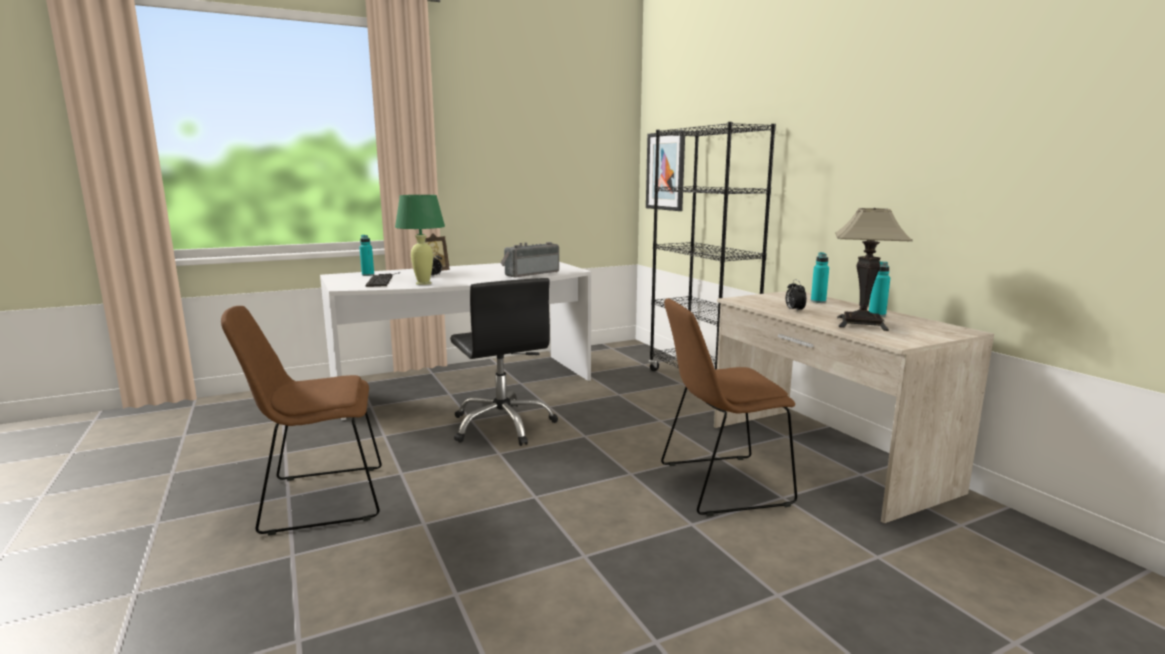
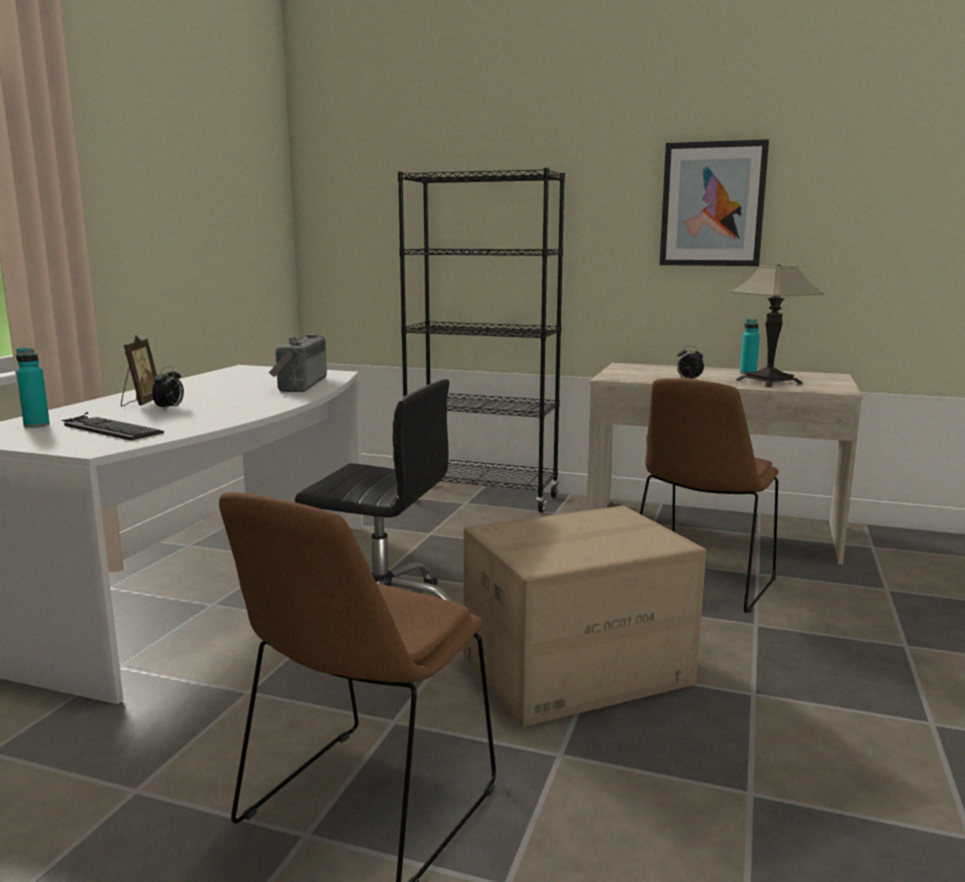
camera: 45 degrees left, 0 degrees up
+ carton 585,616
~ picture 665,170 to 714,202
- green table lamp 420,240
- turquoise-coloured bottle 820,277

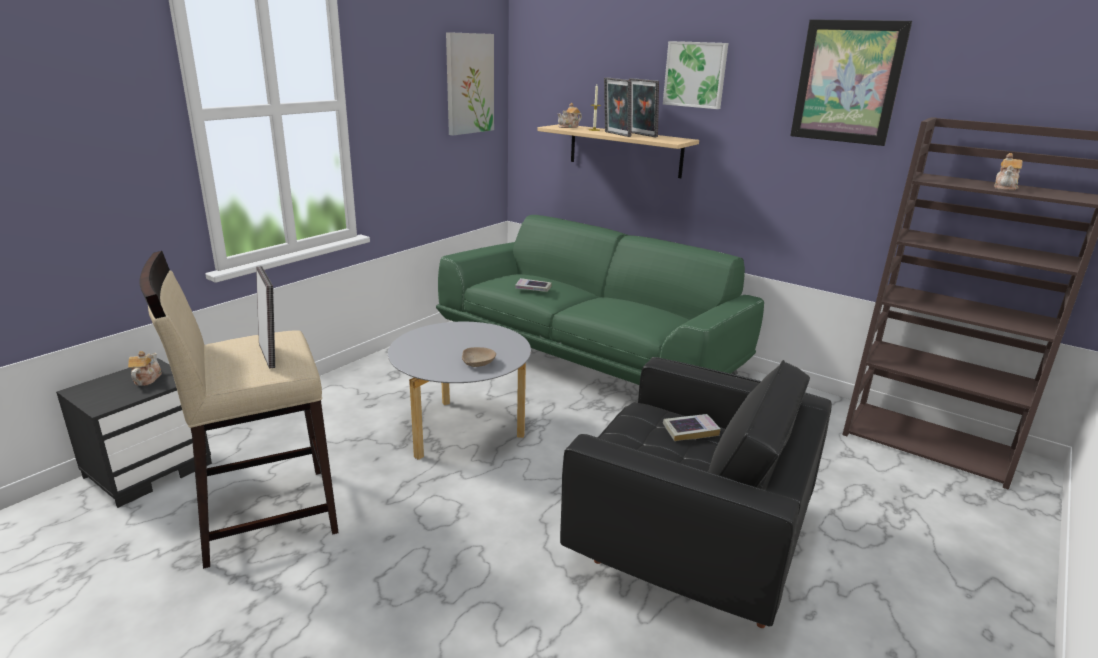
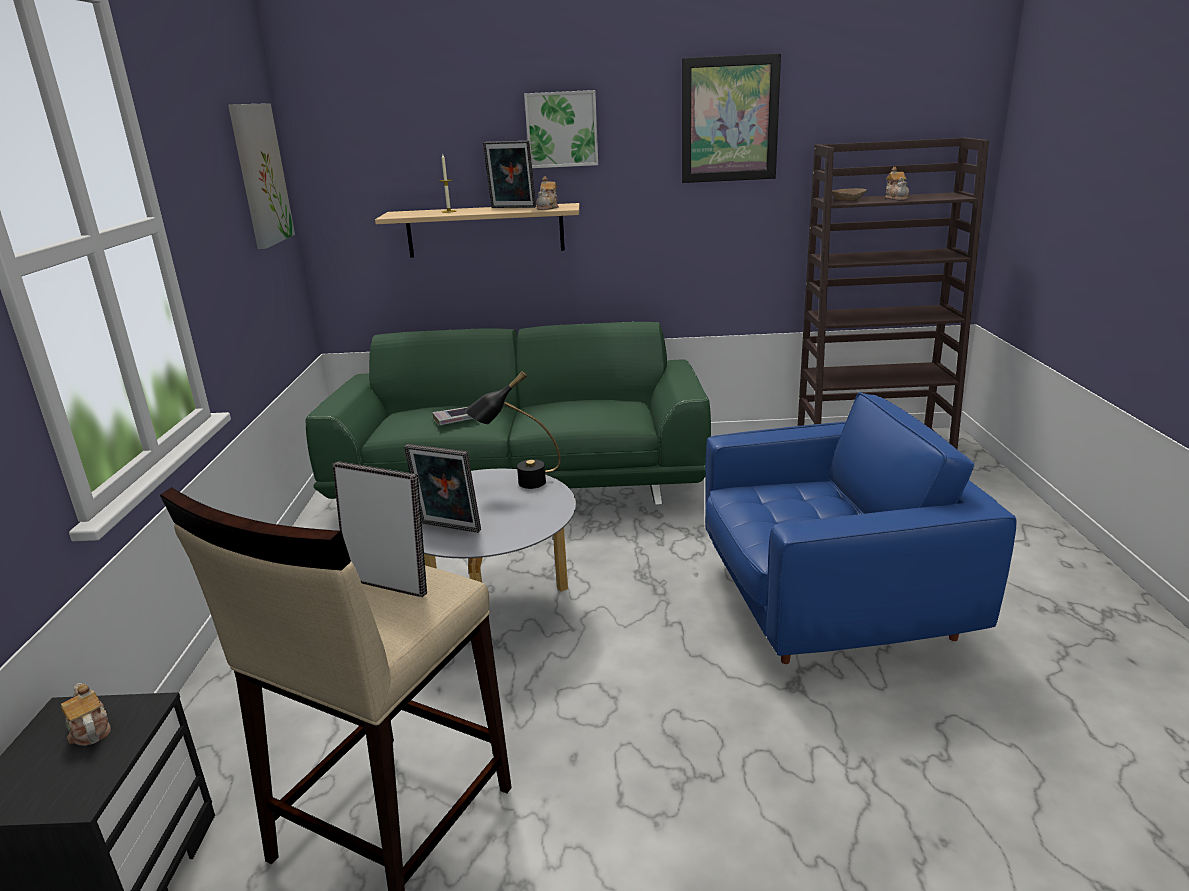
camera: 35 degrees left, 0 degrees up
~ photo frame 617,107 to 442,488
+ black-coloured table lamp 513,430
~ pot for tea 569,115 to 547,193
~ black-coloured easy chair 696,492 to blue easy chair 861,528
~ sand-coloured deep dish 479,357 to 849,194
- book 692,427

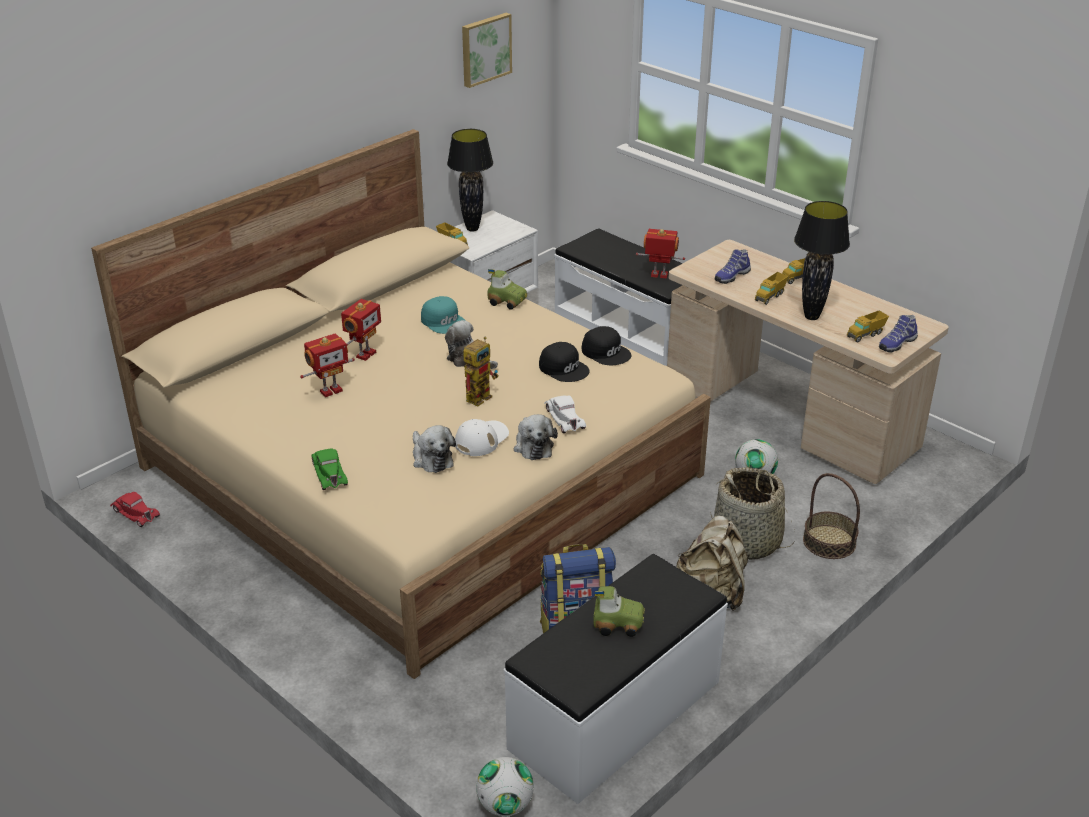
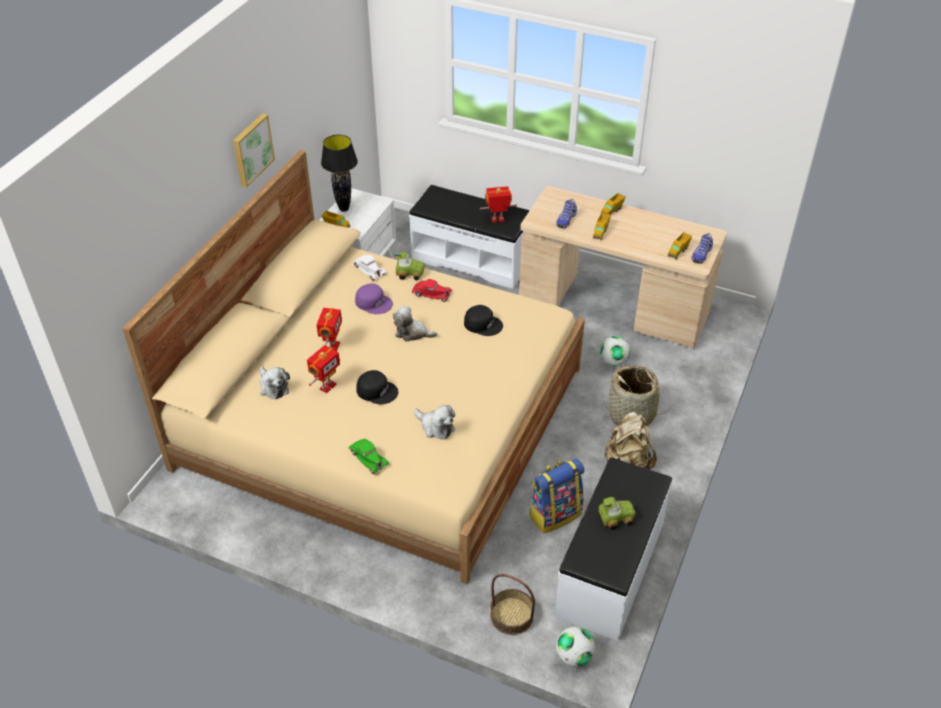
camera: 20 degrees left, 10 degrees up
~ picture 487,50 to 254,150
~ soft toy 536,437 to 275,382
~ white-coloured toy car 565,414 to 369,268
~ turquoise-coloured cap 443,315 to purple-coloured cap 374,298
~ black-coloured cap 606,345 to 377,387
~ red-coloured toy car 135,509 to 432,290
~ basket 831,516 to 512,604
- white-coloured cap 482,437
- toy robot 481,371
- black-coloured table lamp 822,260

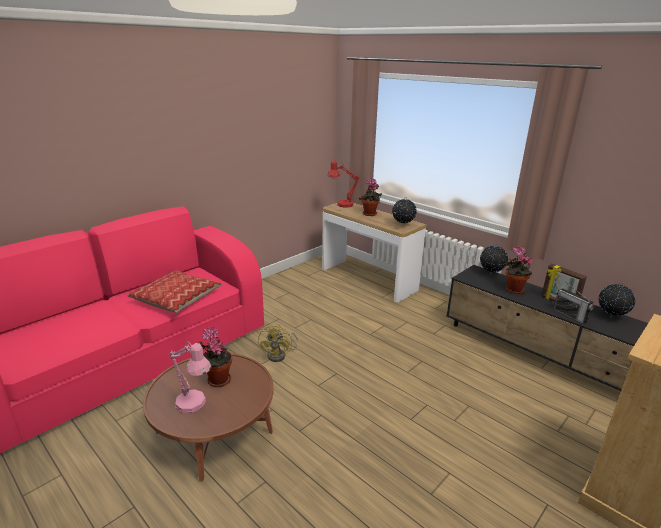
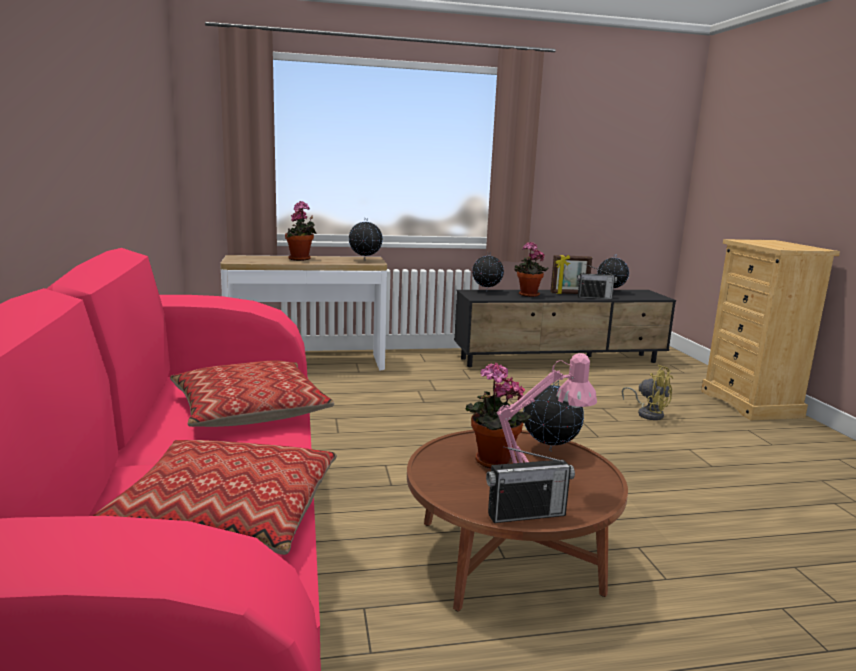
camera: 55 degrees left, 10 degrees down
+ cushion 215,497
+ radio 530,484
+ world globe 553,415
~ yellowish electric fan 278,343 to 647,392
- red-coloured table lamp 343,184

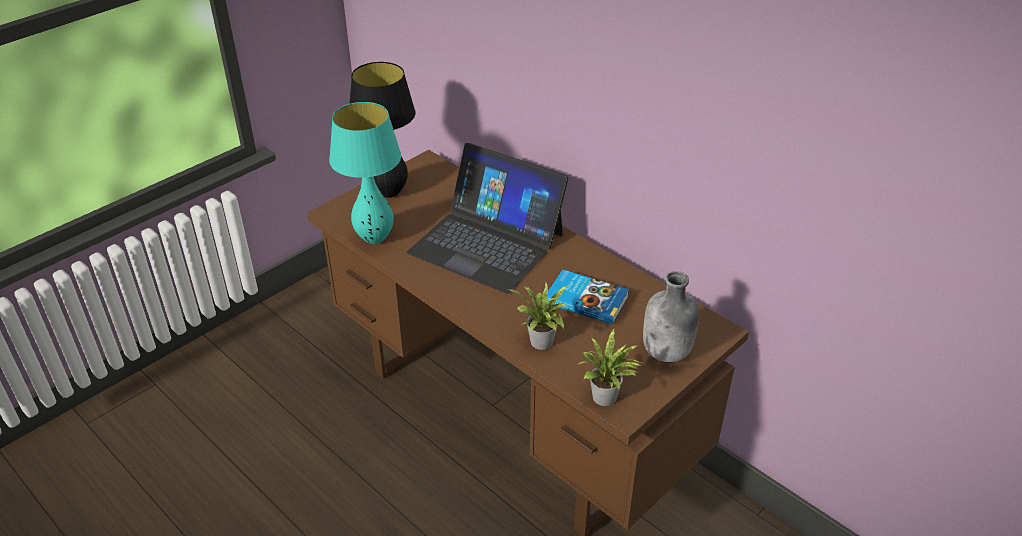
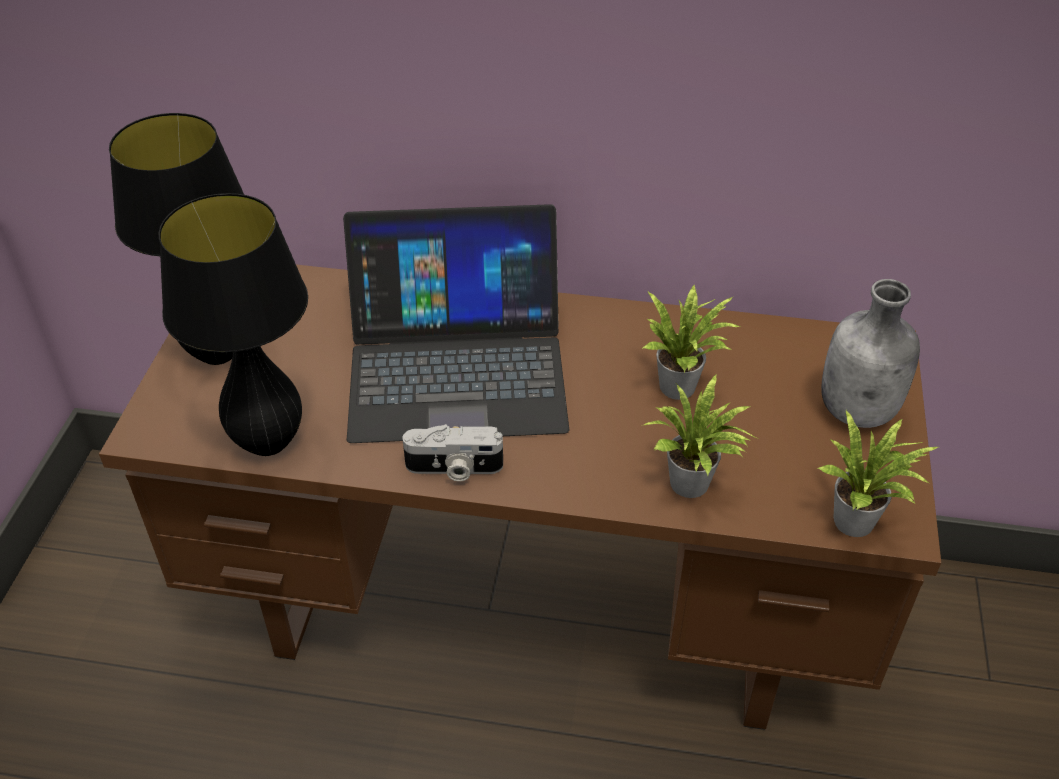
camera: 35 degrees left, 5 degrees up
~ turquoise-coloured table lamp 365,173 to black-coloured table lamp 233,324
+ still camera 452,453
~ book 588,297 to houseplant 691,342

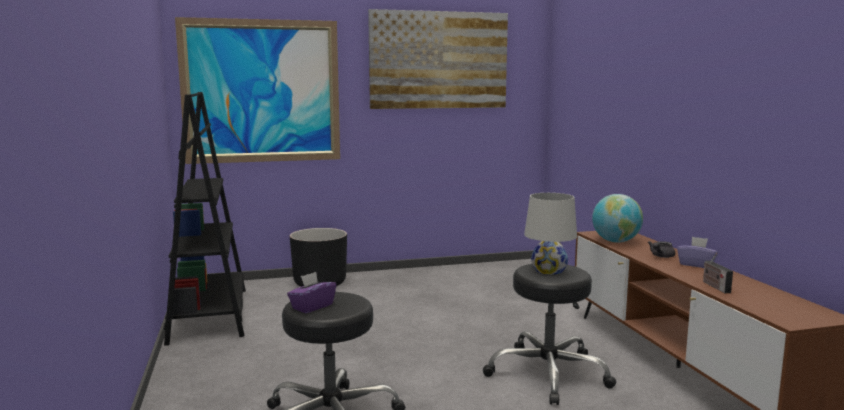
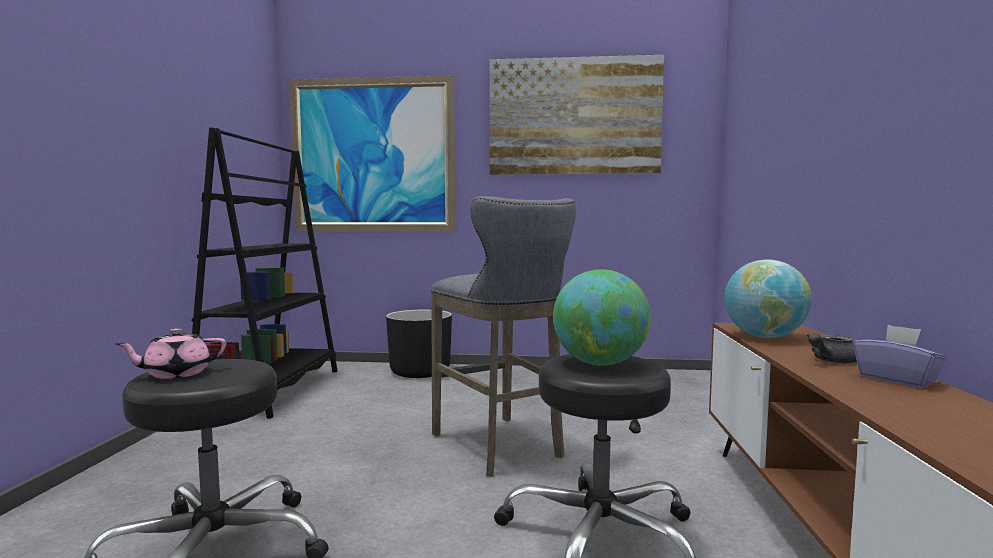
camera: 20 degrees right, 5 degrees down
~ purple-coloured box of tissues 311,292 to pinkish pot for tea 171,353
+ grey stool seat 503,336
~ white-coloured table lamp 550,234 to world globe 602,317
- radio 718,273

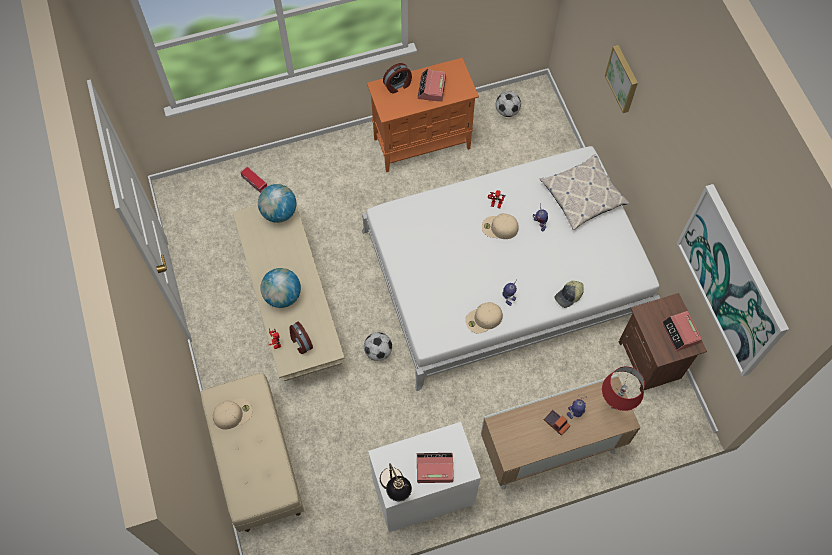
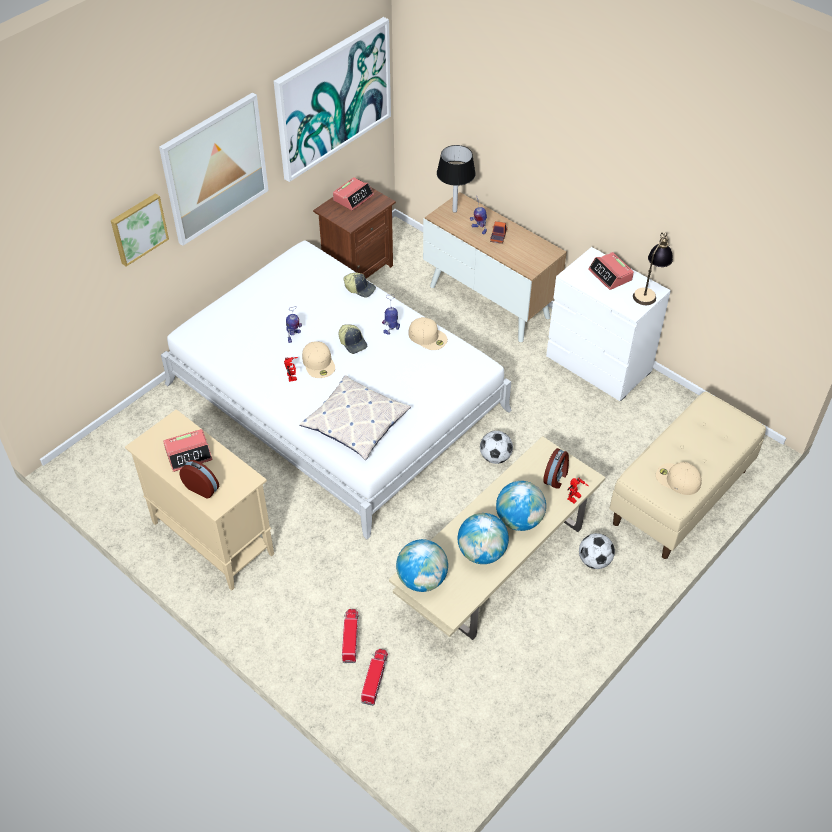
camera: 120 degrees left, 15 degrees down
~ orangey cupboard 423,115 to sand-coloured cupboard 199,500
+ picture 214,169
~ cushion 584,192 to 355,417
+ cap 352,339
+ toy truck 350,636
~ red-coloured table lamp 623,388 to black-coloured table lamp 456,179
+ world globe 483,538
~ football ball 508,104 to 597,551

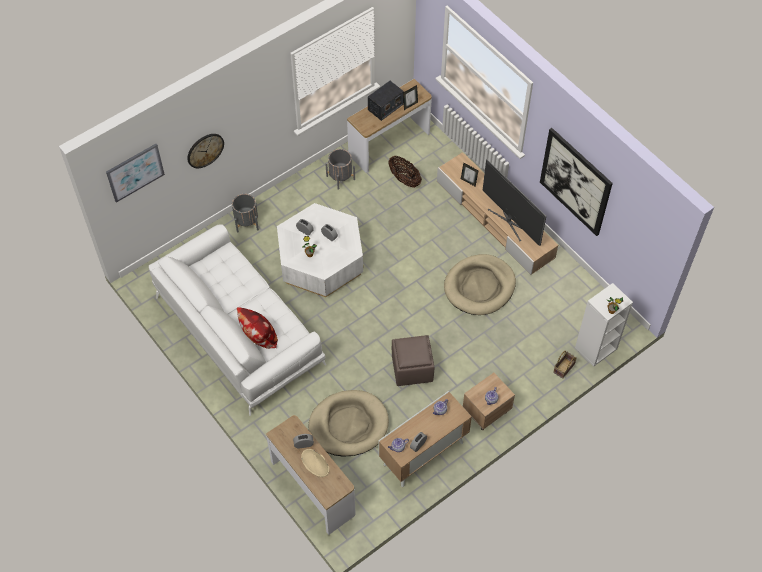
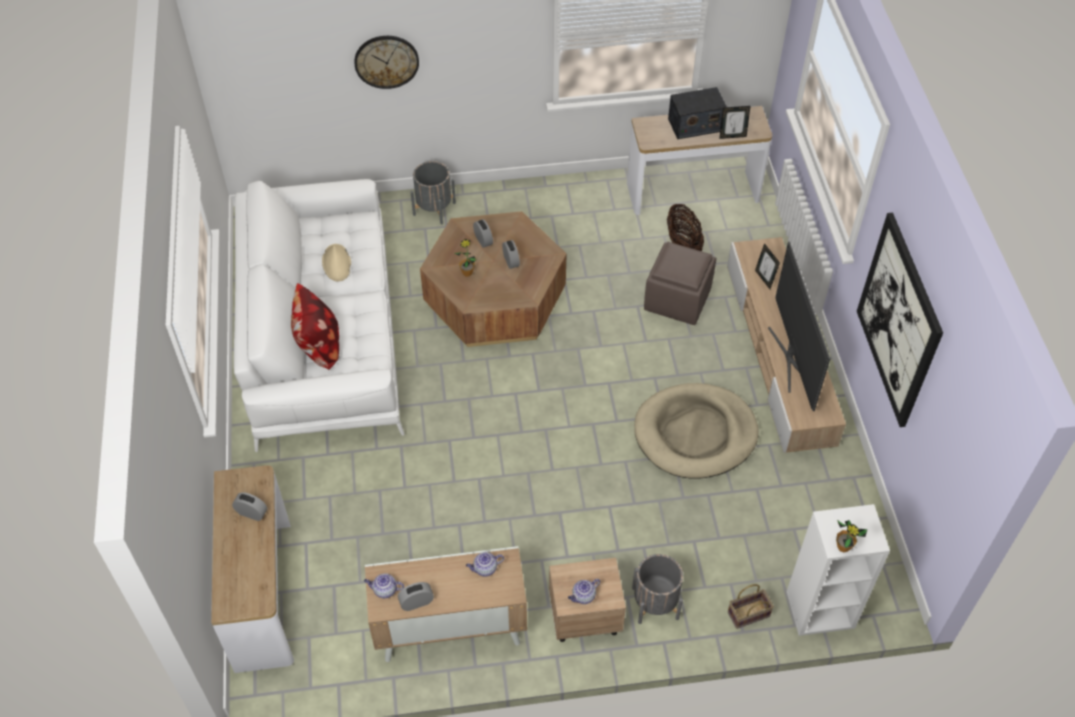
camera: 30 degrees right, 5 degrees down
~ sand-coloured wearable hat 315,463 to 336,262
~ white-coloured coffee table 320,250 to brownish coffee table 493,279
~ grey planter 340,169 to 657,589
~ brownish footrest 413,360 to 680,283
- picture 135,173
- sand-coloured pet bed 348,423

